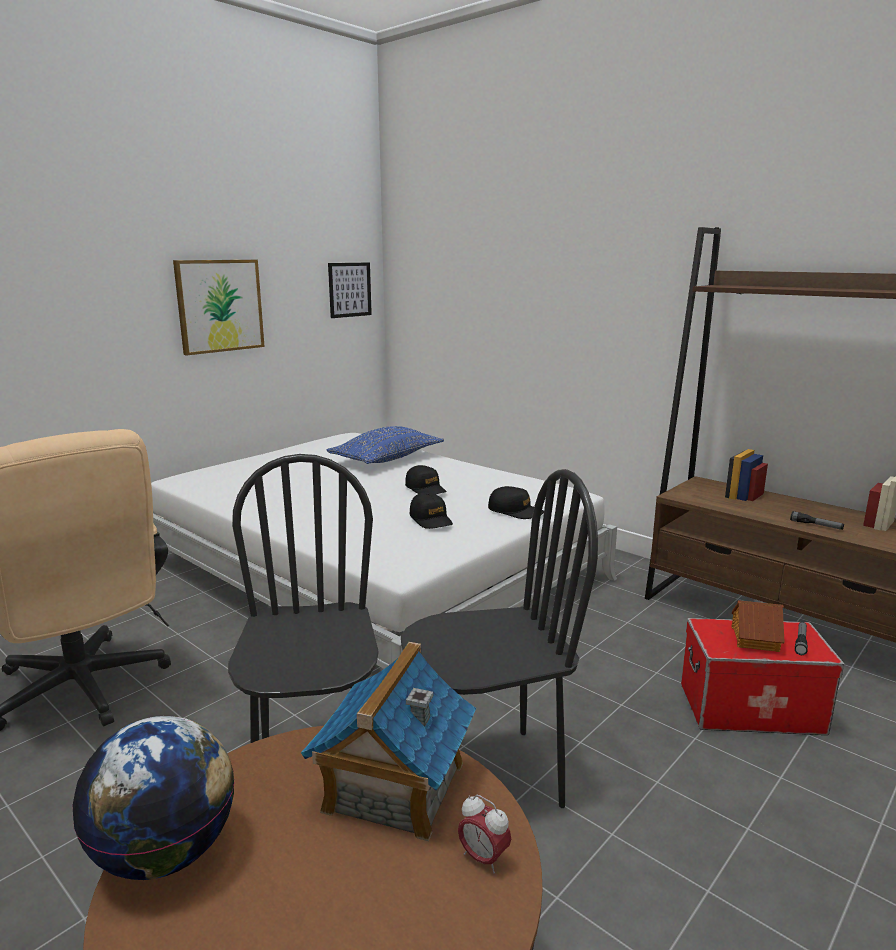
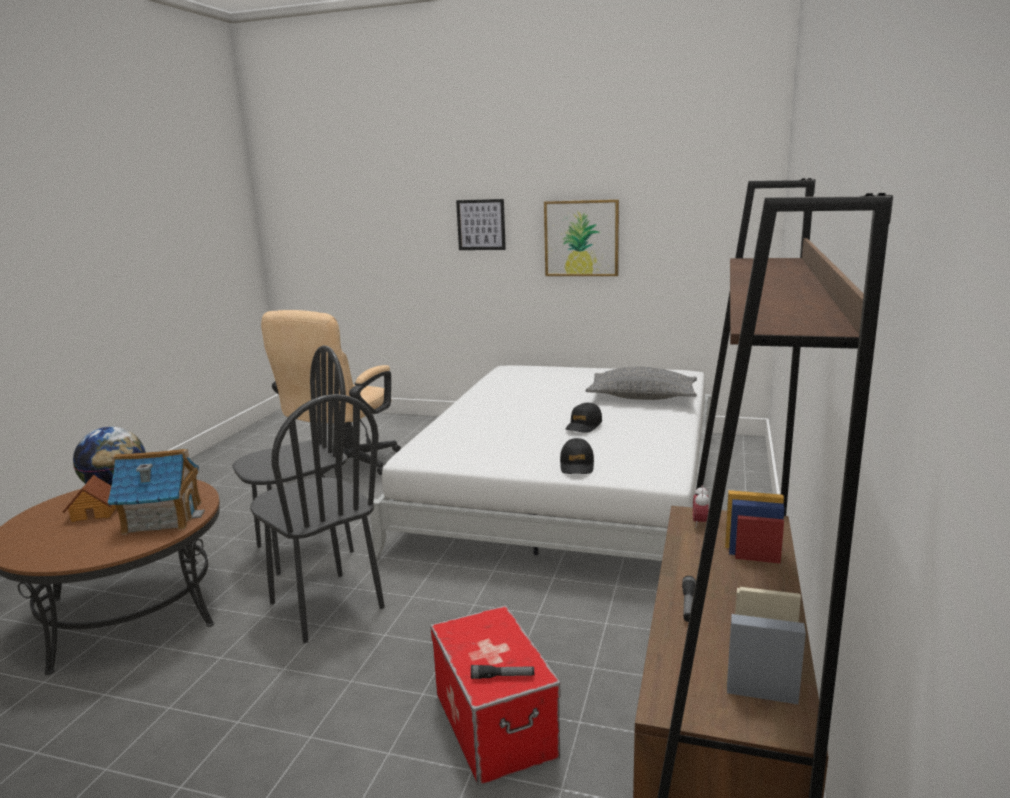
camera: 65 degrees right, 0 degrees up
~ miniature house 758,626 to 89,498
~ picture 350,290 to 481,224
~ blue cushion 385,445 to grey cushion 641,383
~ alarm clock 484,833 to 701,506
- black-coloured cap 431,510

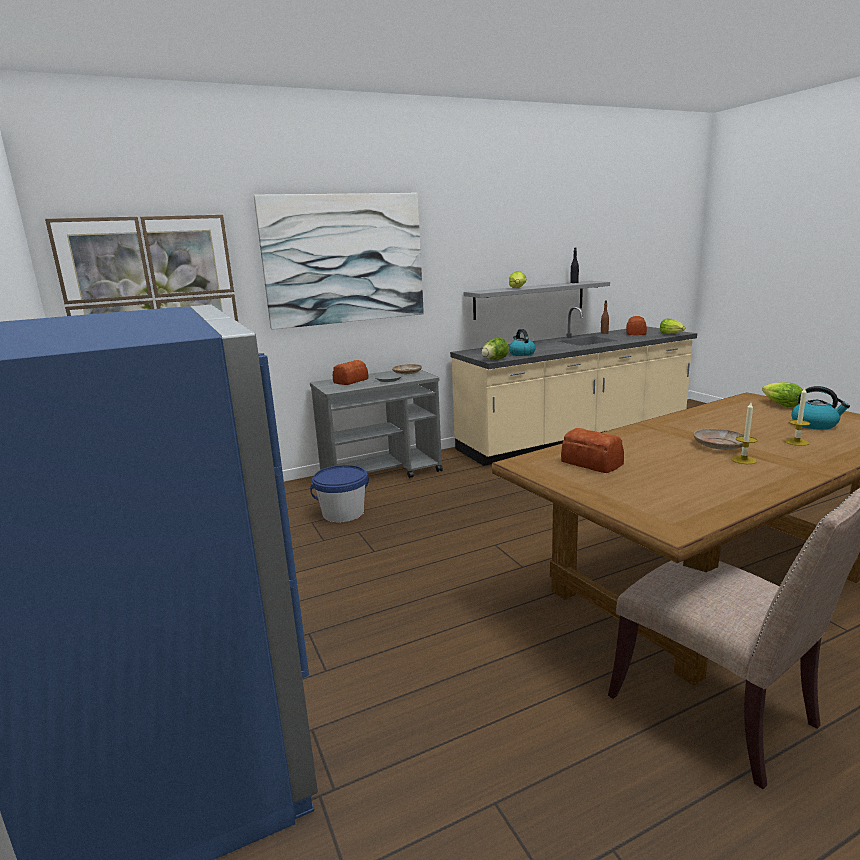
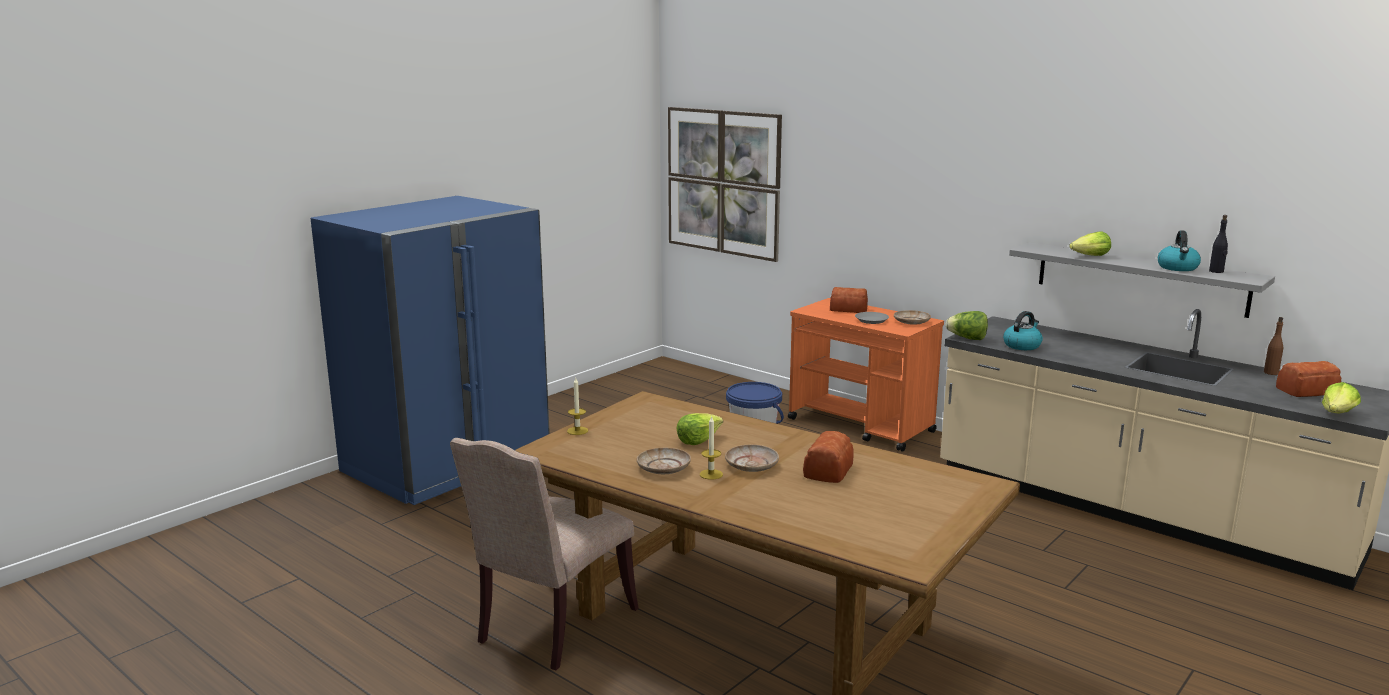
camera: 65 degrees right, 0 degrees up
~ candle 797,417 to 577,406
+ sand-coloured dinner plate 664,461
~ lettuce head 782,394 to 699,429
~ grey wheeled cart 376,424 to orangey wheeled cart 866,375
~ bakery bread 592,450 to 828,457
~ kettle 821,408 to 1179,250
- picture 339,261

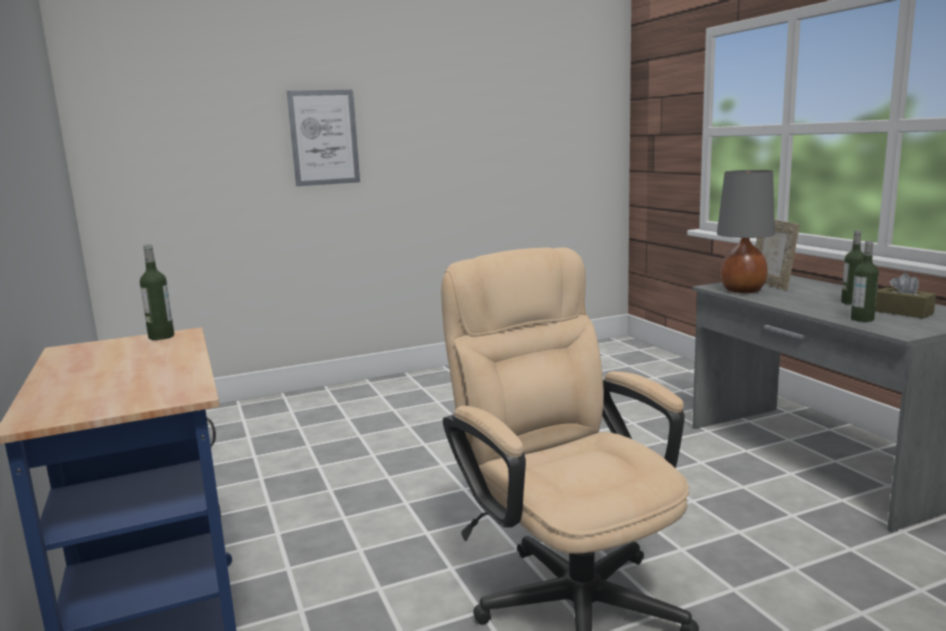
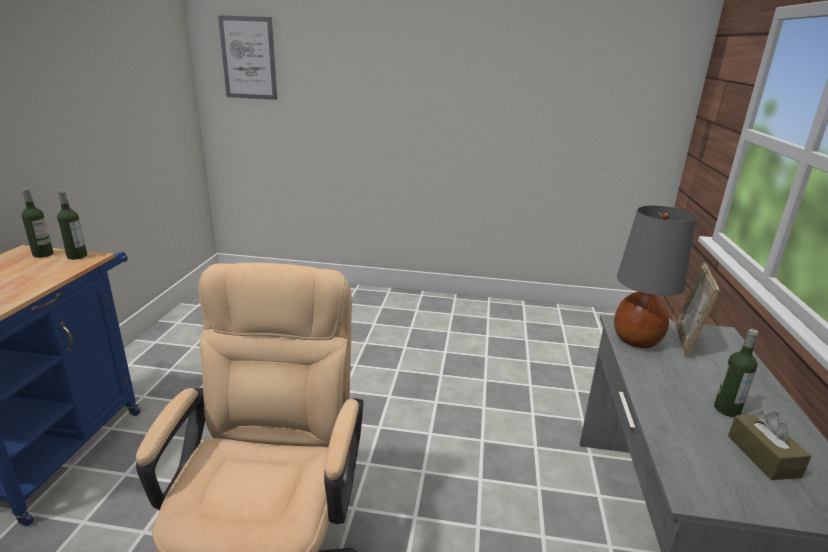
camera: 30 degrees right, 10 degrees up
~ bottle 865,281 to 37,223
~ picture 323,138 to 247,57

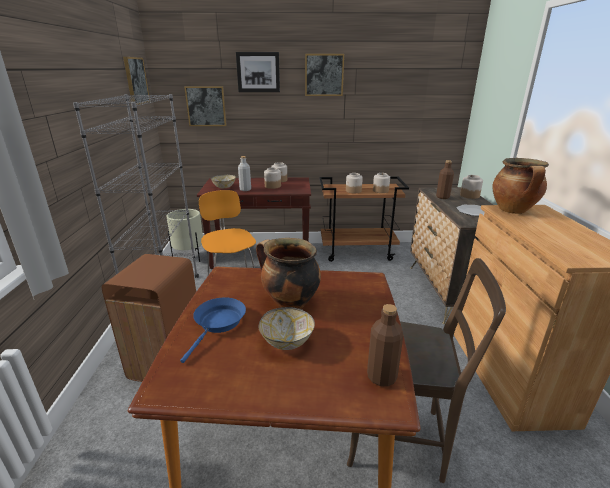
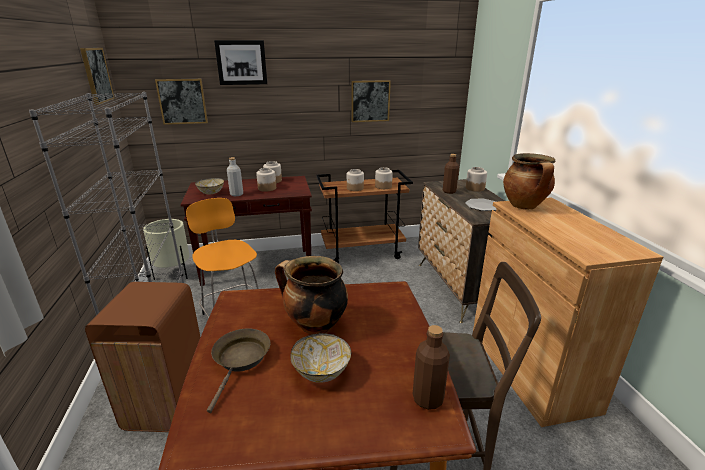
camera: 10 degrees left, 0 degrees up
~ blue frying pan 213,330 to brownish frying pan 238,370
~ picture 324,75 to 371,101

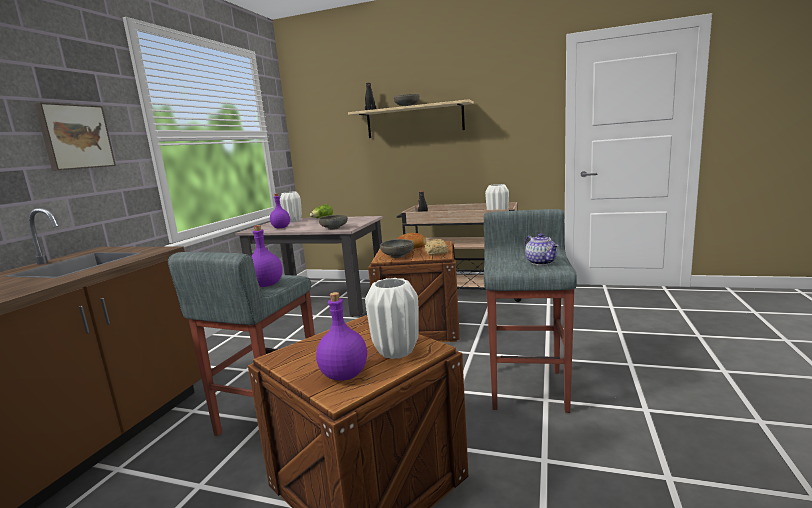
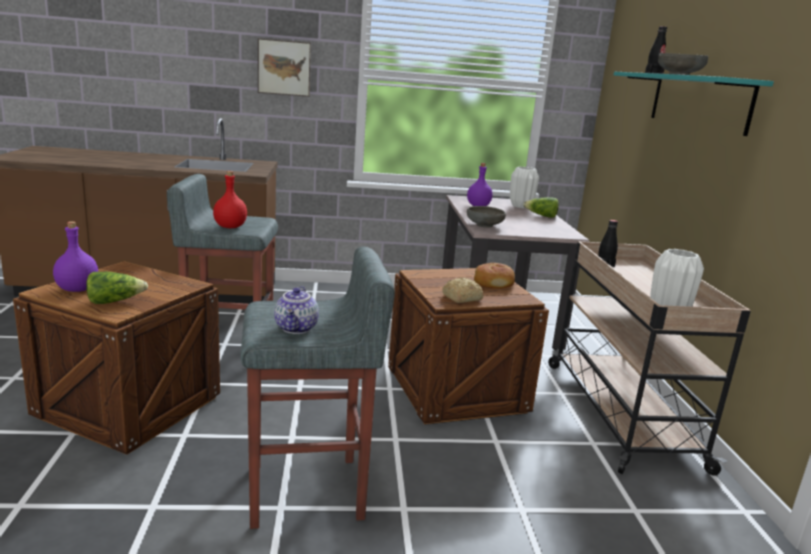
camera: 65 degrees right, 5 degrees up
~ white-coloured decorative vase 392,318 to lettuce head 117,288
~ purple-coloured bottle 267,256 to red-coloured bottle 230,199
~ pot for tea 542,249 = 296,310 45 degrees counterclockwise
~ sand-coloured wall shelf 411,118 to turquoise-coloured wall shelf 694,104
- grey deep dish 397,248

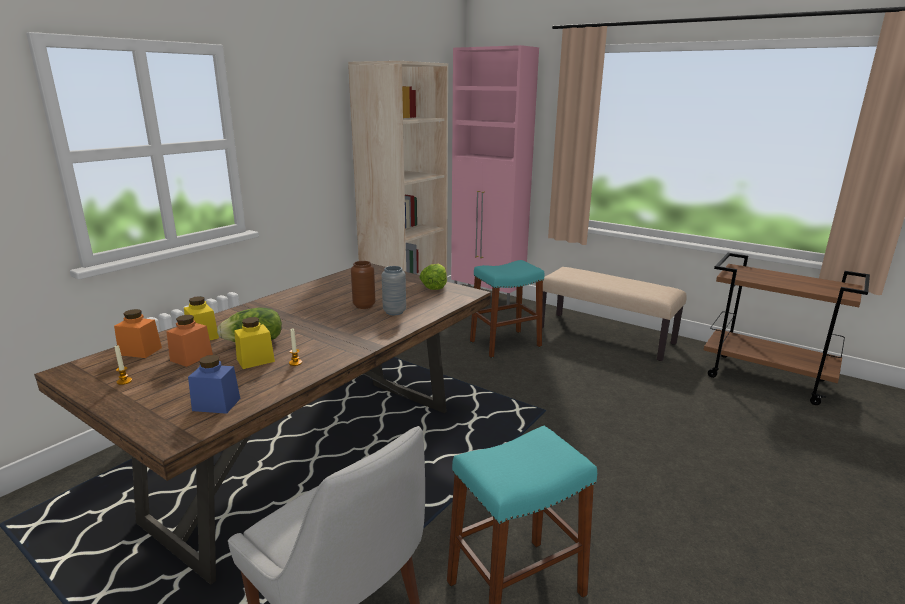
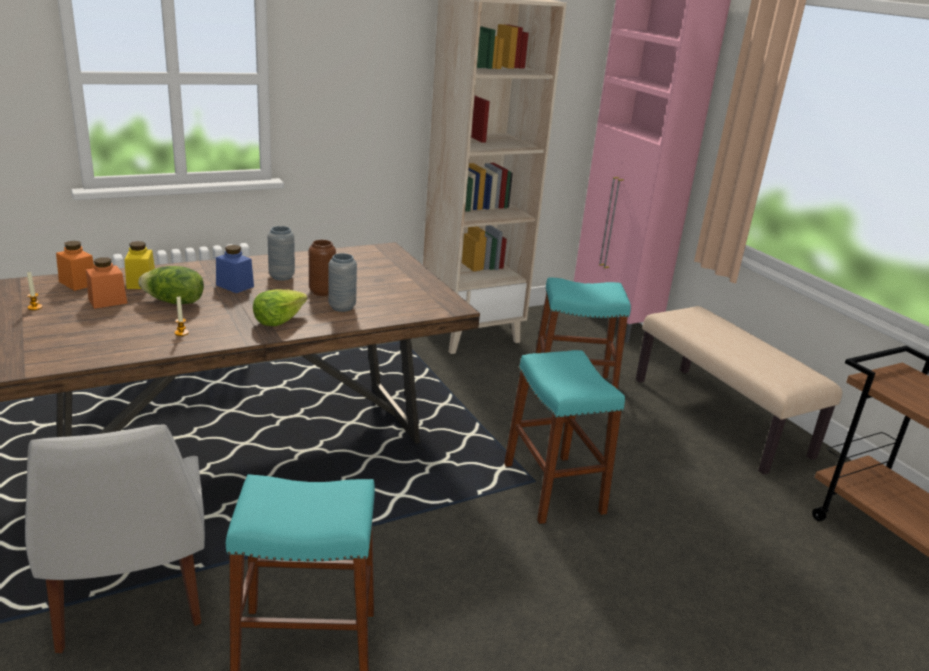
camera: 25 degrees right, 5 degrees up
~ blue jar 214,384 to 235,269
~ lettuce head 433,277 to 280,307
+ grey decorative vase 281,253
+ turquoise-coloured stool seat 564,437
- yellowish jar 254,343

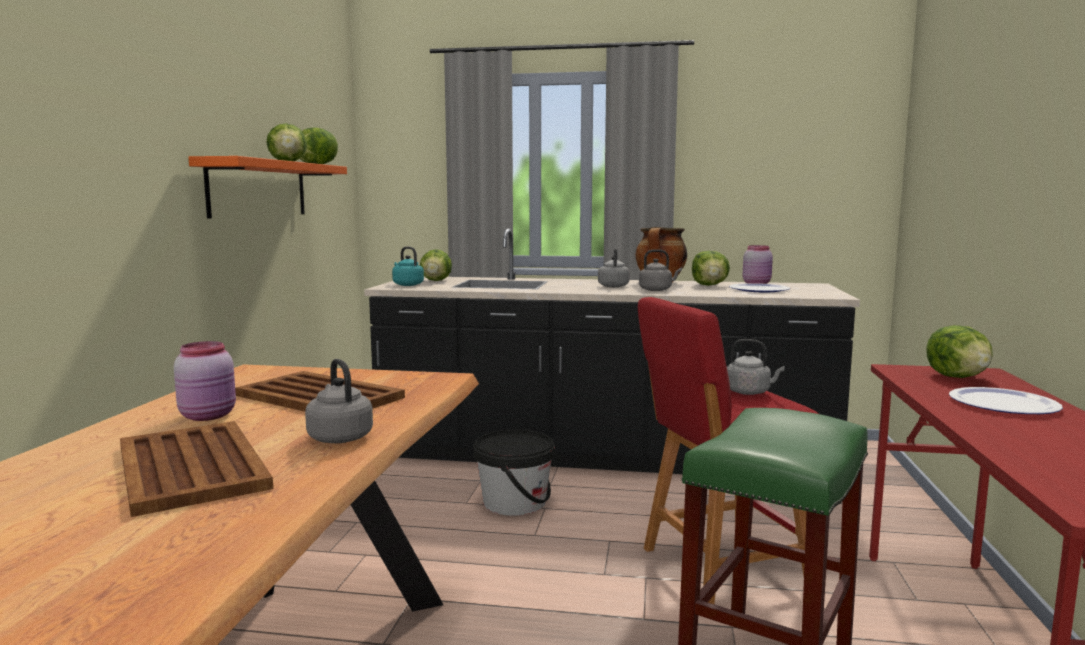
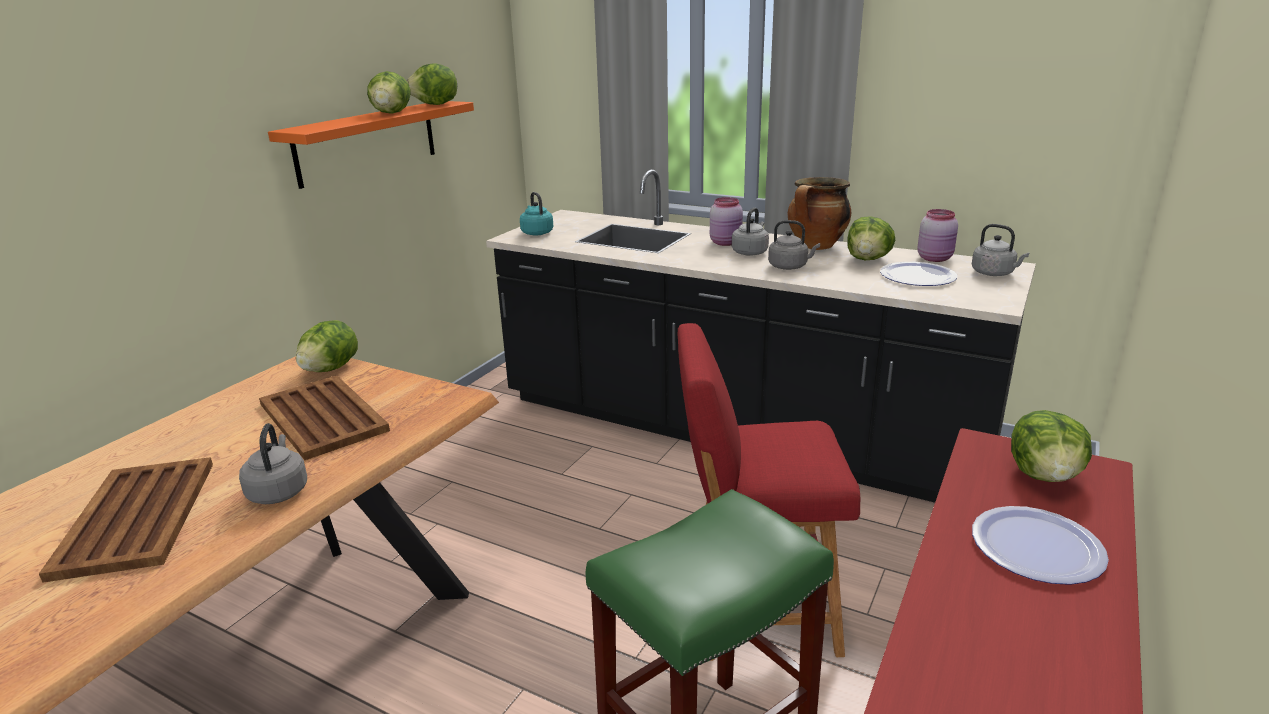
camera: 20 degrees right, 15 degrees up
~ lettuce head 436,265 to 327,346
~ pinkish jar 205,381 to 726,221
~ grey kettle 756,367 to 1001,250
- black-coloured bucket 514,473

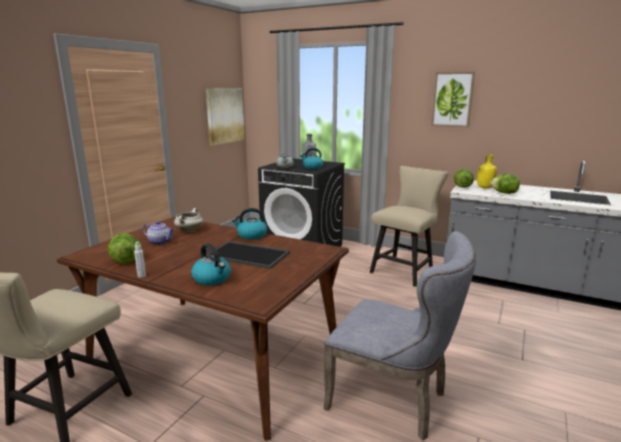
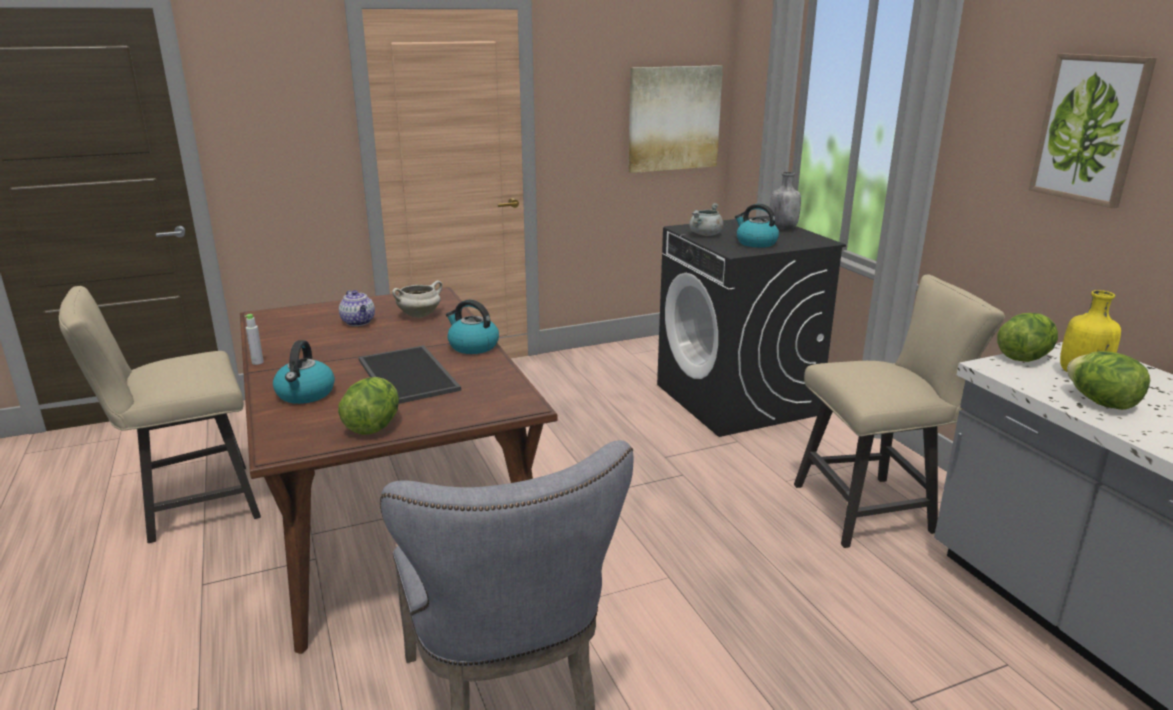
camera: 40 degrees right, 5 degrees up
~ lettuce head 123,248 to 368,406

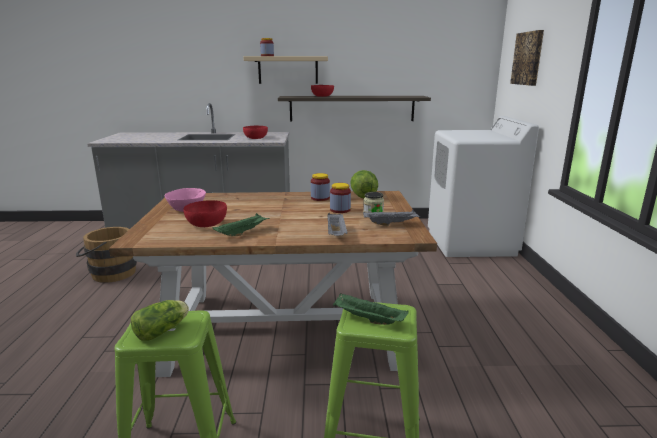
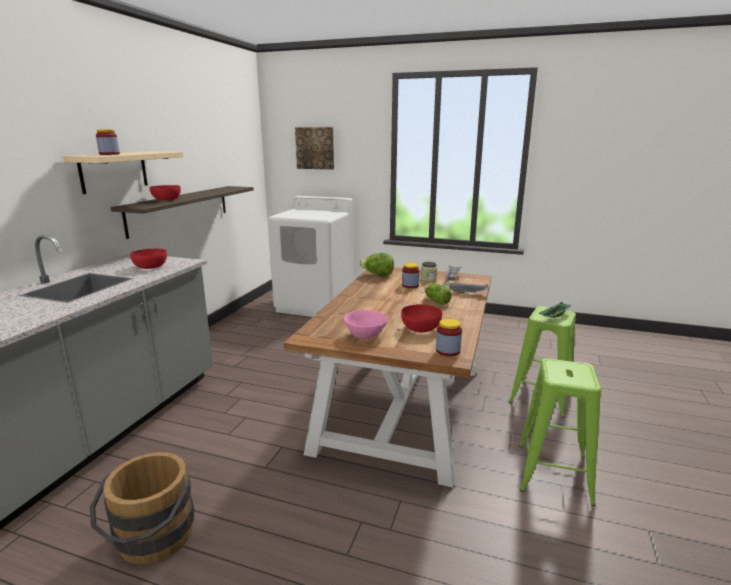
camera: 70 degrees left, 0 degrees up
~ lettuce head 160,320 to 438,294
~ jar 320,187 to 449,337
- green tray 241,224

